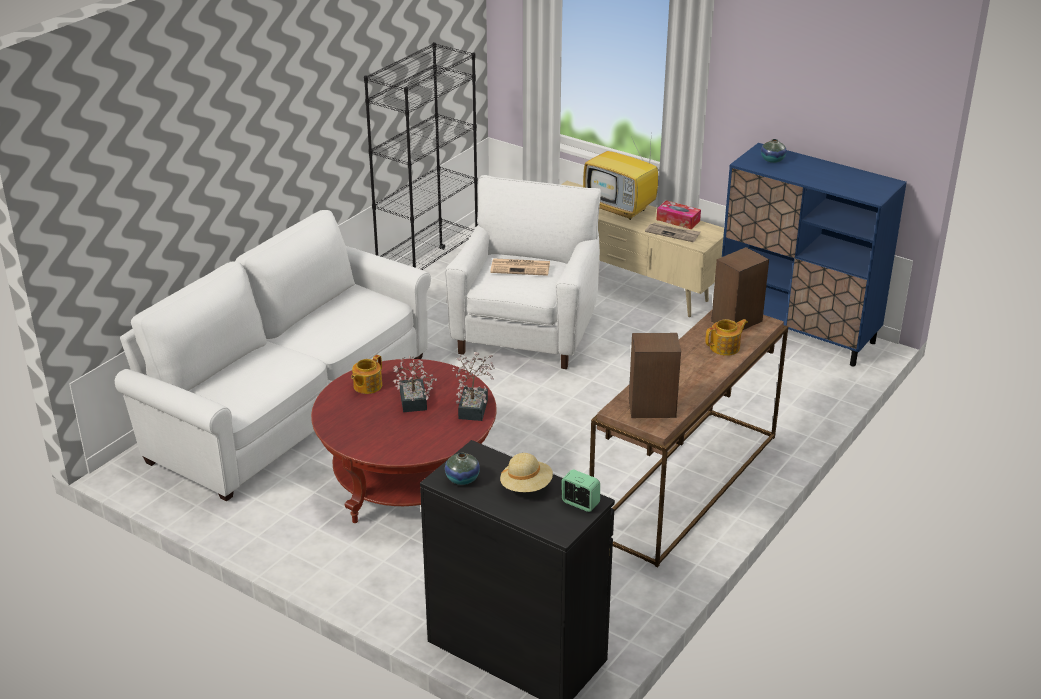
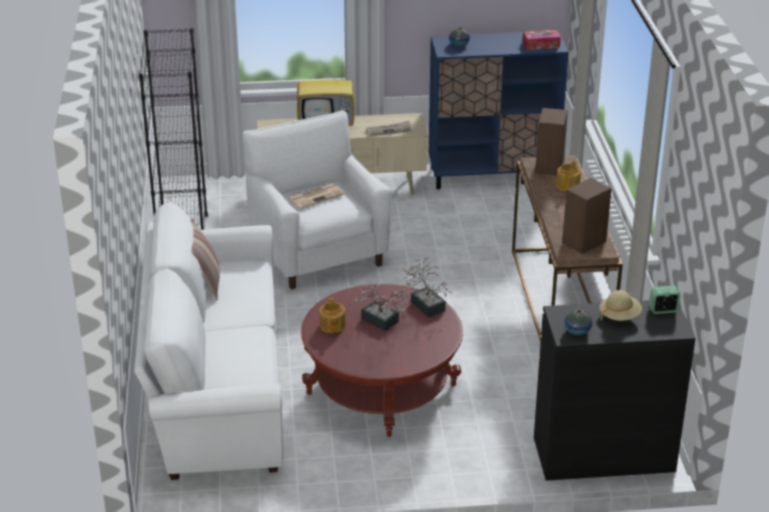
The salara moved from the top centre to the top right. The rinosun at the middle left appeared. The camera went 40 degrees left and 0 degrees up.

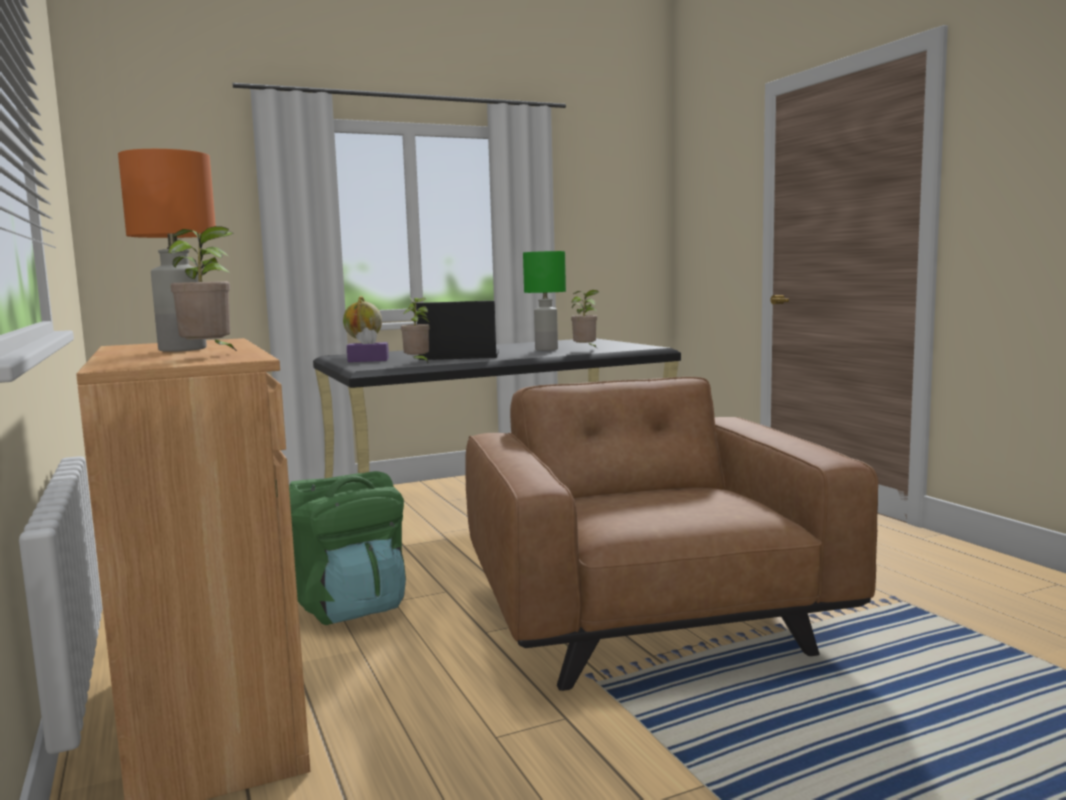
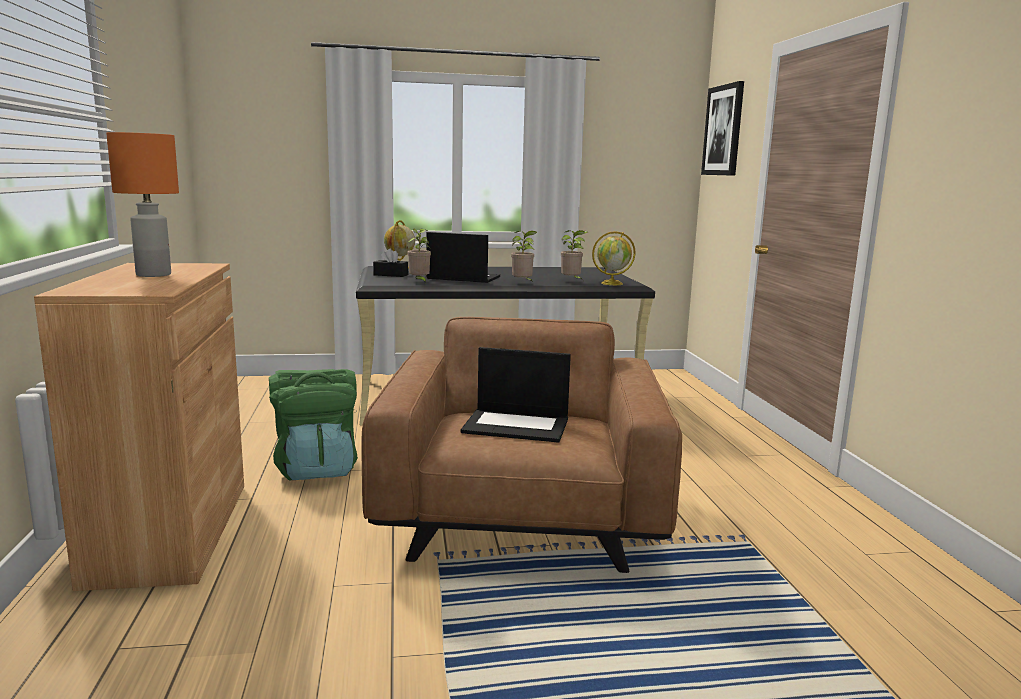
The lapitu (no. 1 from left in the first image) moved from the middle left to the centre. The purple_salara at the centre became the black_salara at the centre. The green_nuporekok at the centre disappeared. The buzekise (no. 2 from left) at the centre appeared. The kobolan (no. 2 from left) at the centre appeared. The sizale at the top right appeared. The camera went 15 degrees right and 5 degrees up.

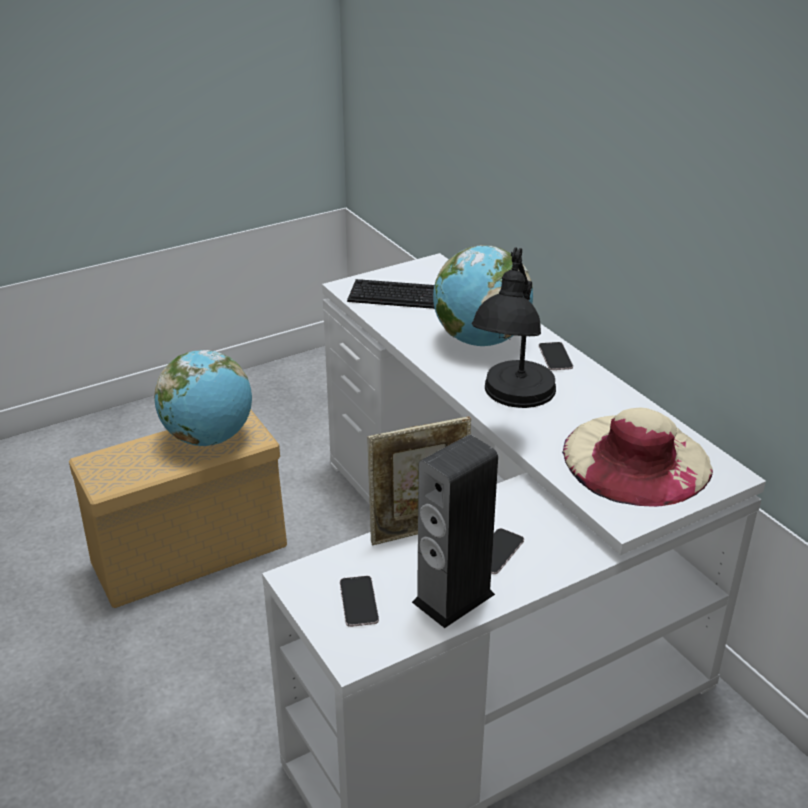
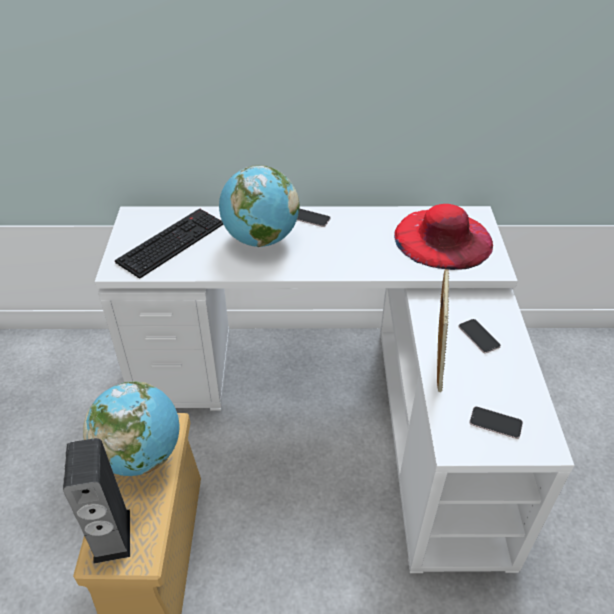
The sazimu moved from the centre to the bottom left. The black_nuporekok at the centre disappeared. The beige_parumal at the middle right became the red_parumal at the middle right. The camera went 60 degrees left and 10 degrees up.

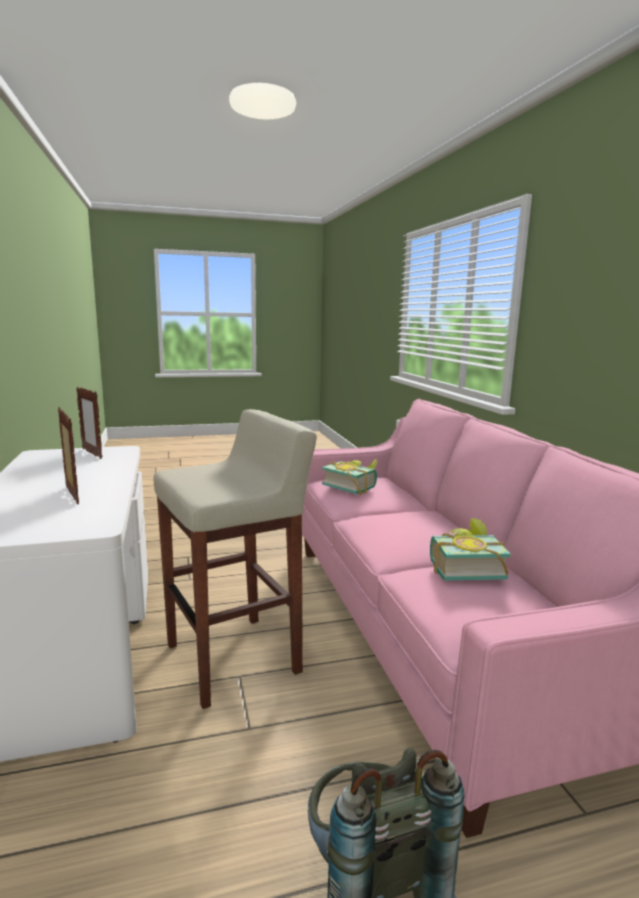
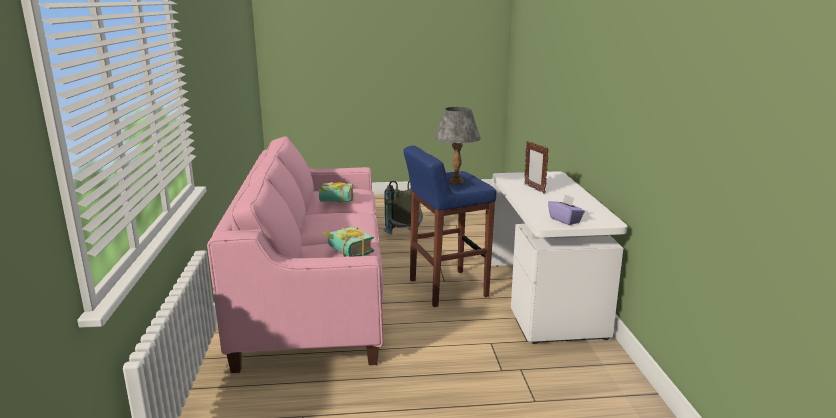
The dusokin (no. 2 from left) at the middle left was replaced by the purple_salara at the middle right. The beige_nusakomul at the centre became the blue_nusakomul at the centre. The grey_nuporekok at the centre appeared. The camera went 170 degrees left and 5 degrees up.

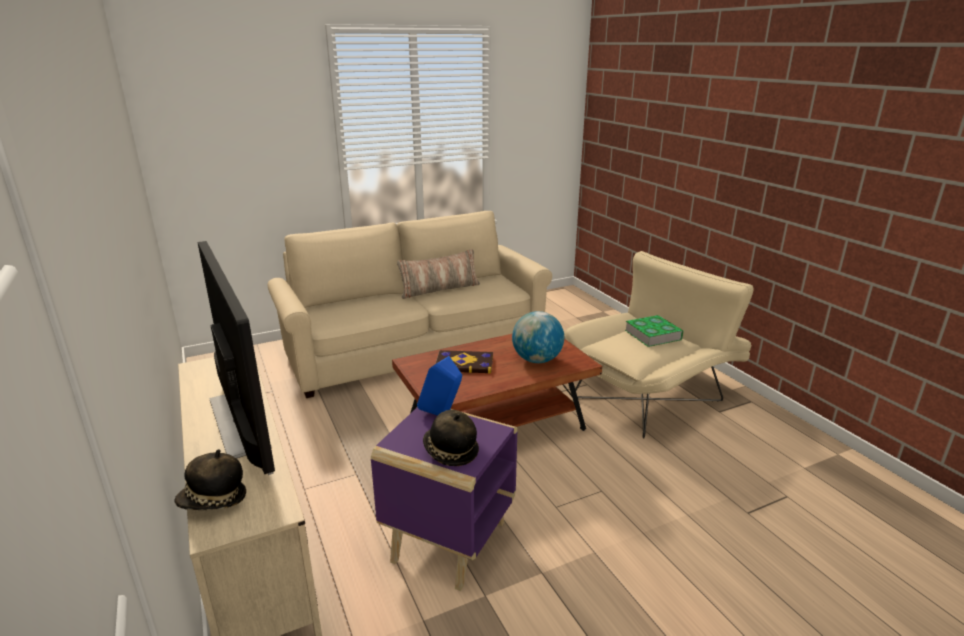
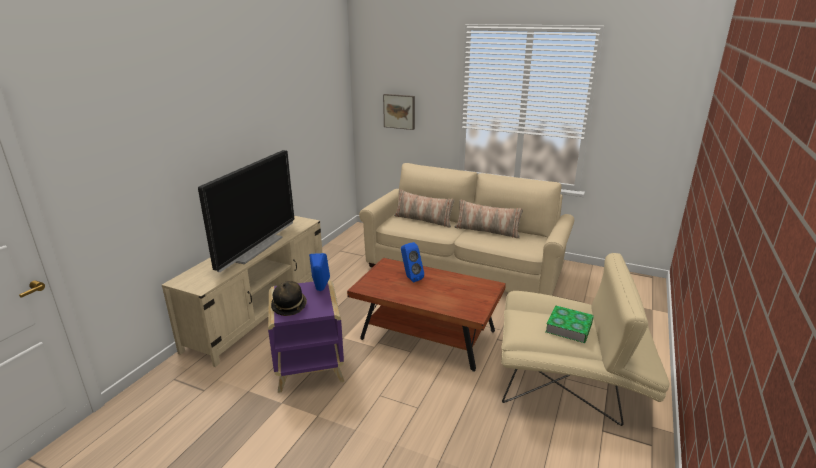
The parumal (no. 1 from left) at the bottom left disappeared. The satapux (no. 1 from left) at the centre was replaced by the blue_sazimu (no. 2 from left) at the centre. The kobolan at the centre disappeared. The sizale at the top centre appeared. The rinosun (no. 1 from left) at the centre appeared. The camera went 50 degrees right and 0 degrees up.

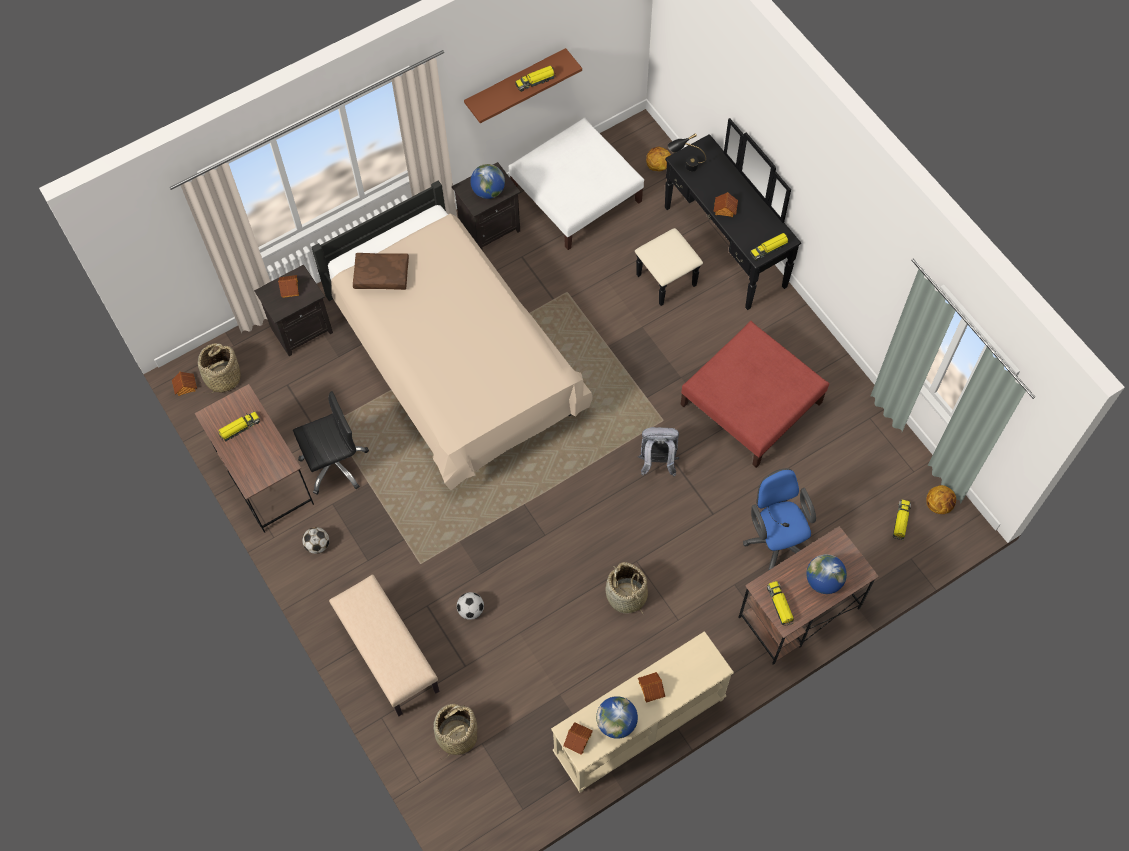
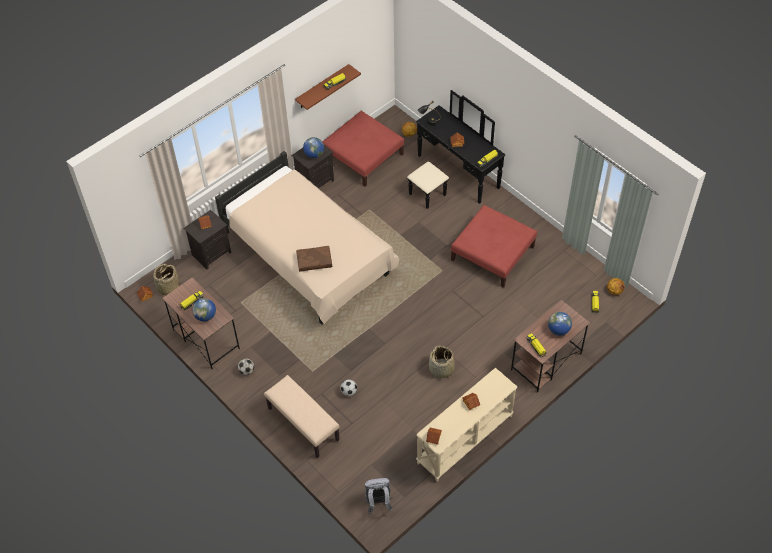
The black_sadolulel at the middle left disappeared. The brown_rinosun moved from the top centre to the centre. The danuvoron (no. 2 from left) at the bottom centre disappeared. The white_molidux at the top centre became the red_molidux (no. 1 from left) at the top centre. The kobolan (no. 2 from left in the first image) moved from the bottom centre to the middle left. The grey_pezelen moved from the centre to the bottom centre. The blue_sadolulel at the middle right disappeared. The camera went 10 degrees left and 10 degrees down.

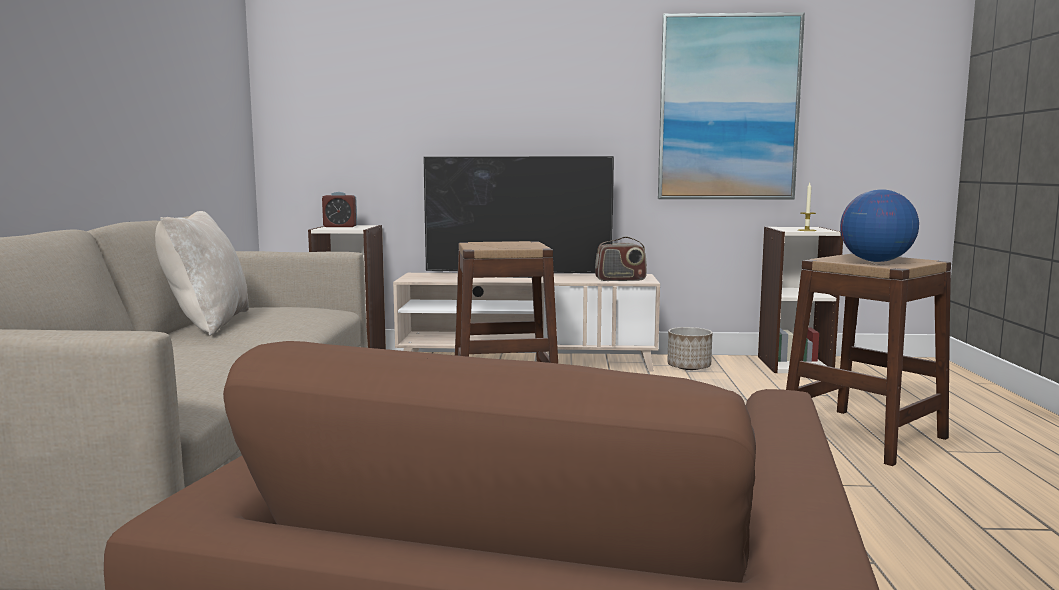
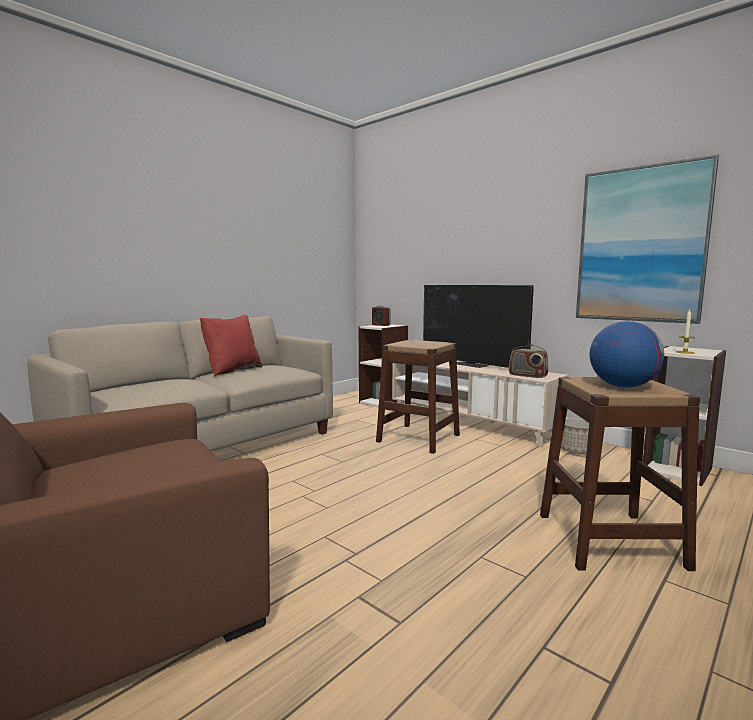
The beige_rinosun at the middle left became the red_rinosun at the middle left. The camera went 40 degrees right and 0 degrees up.

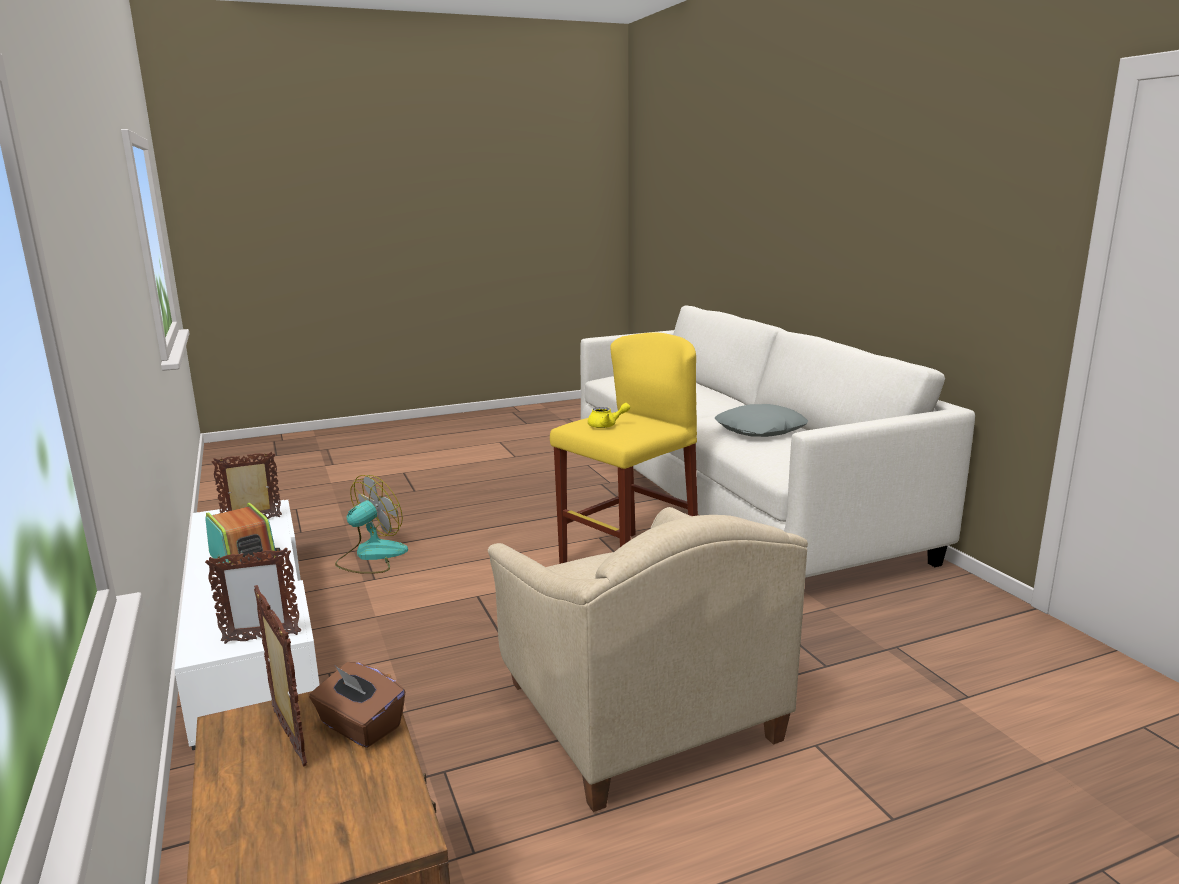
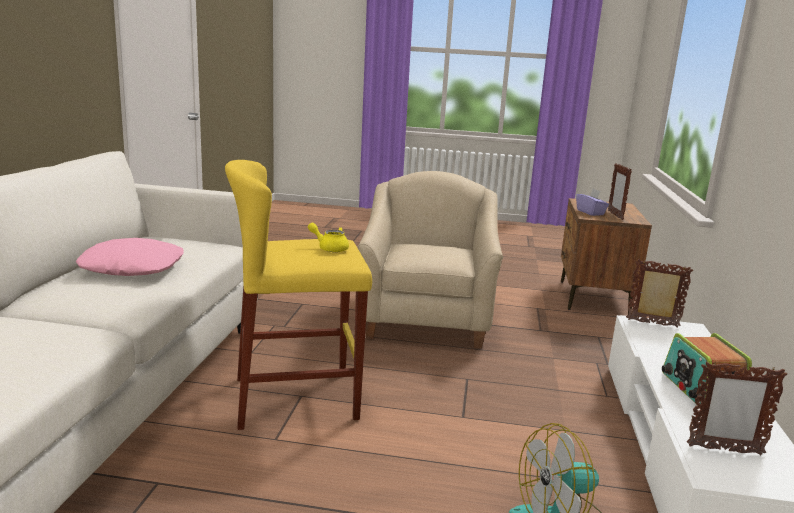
The brown_salara at the bottom left became the purple_salara at the middle right. The grey_rinosun at the centre became the pink_rinosun at the middle left. The camera went 150 degrees left and 0 degrees up.

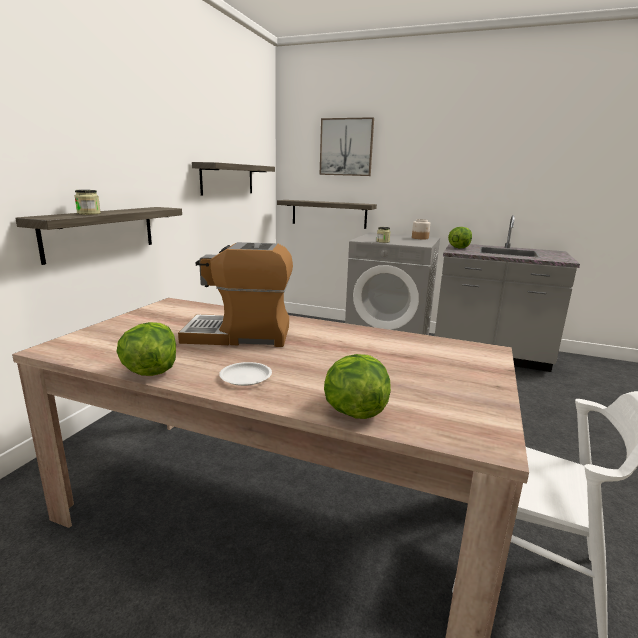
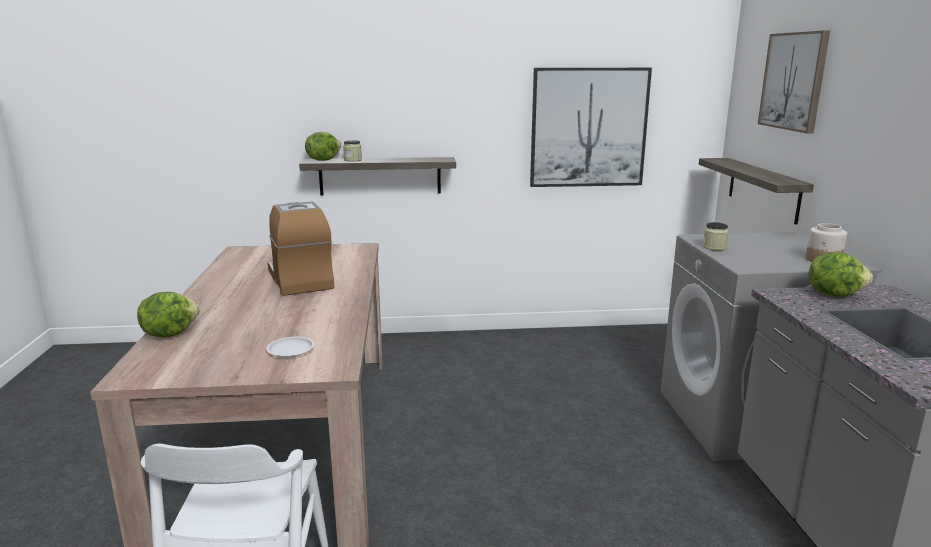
The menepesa (no. 1 from left in the first image) moved from the middle left to the top centre. The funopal (no. 2 from left) at the top centre was replaced by the sizale (no. 1 from left) at the top centre. The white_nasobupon moved from the centre to the middle left. The camera went 65 degrees right and 0 degrees up.

